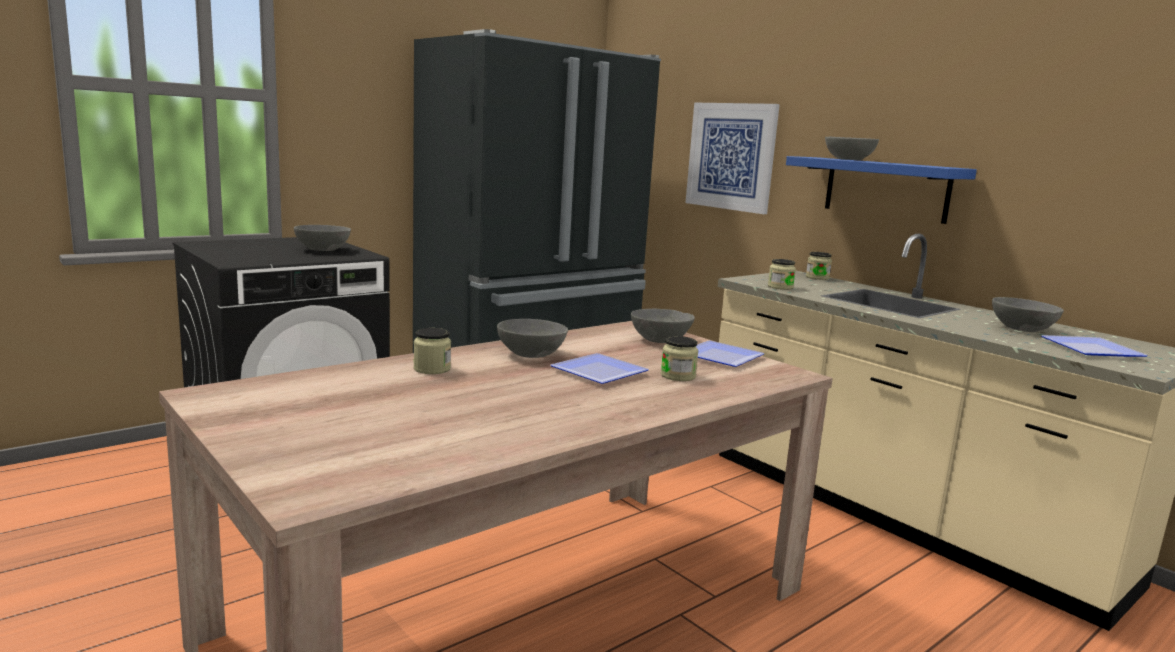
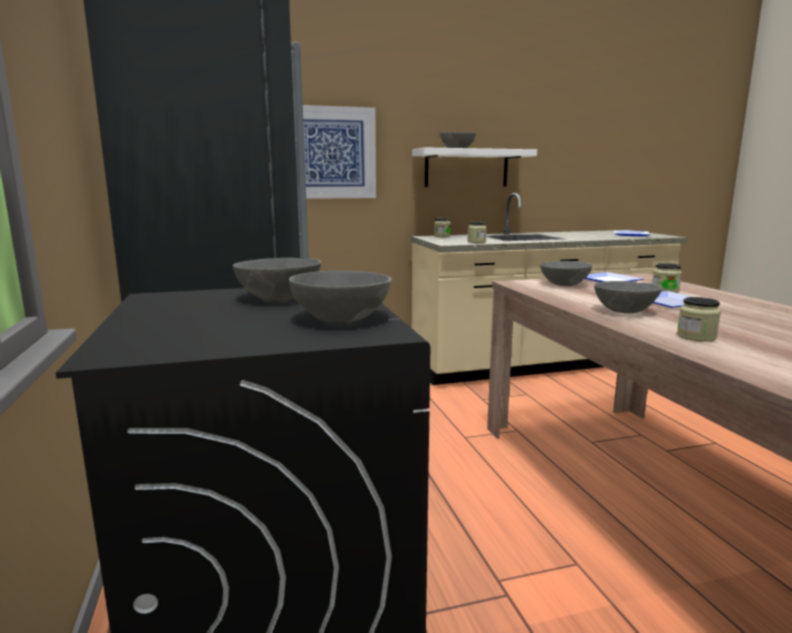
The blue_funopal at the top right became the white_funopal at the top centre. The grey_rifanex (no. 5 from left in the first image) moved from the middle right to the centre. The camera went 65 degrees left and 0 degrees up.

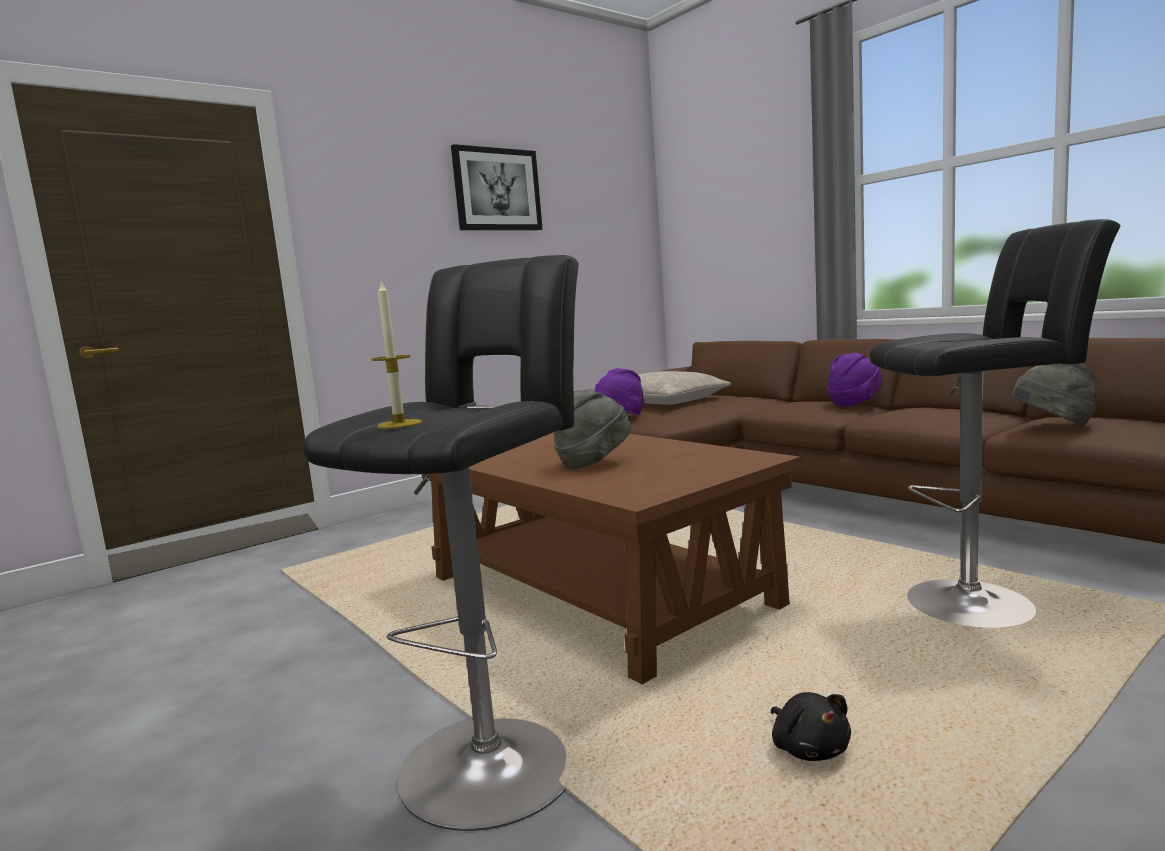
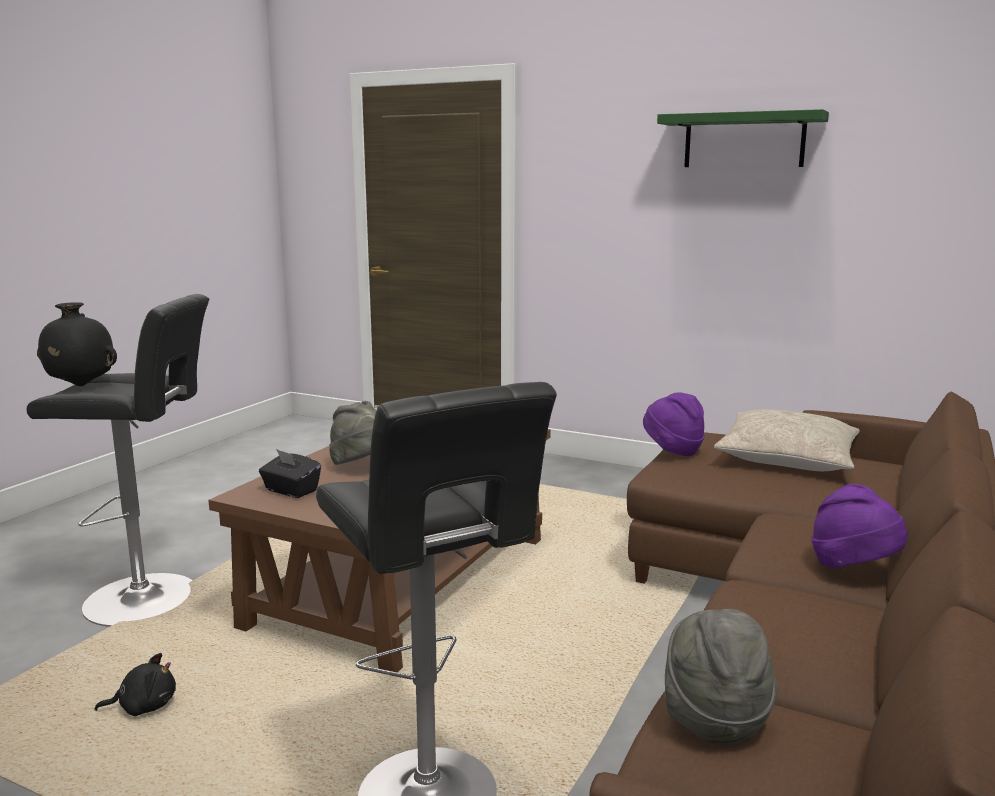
The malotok at the centre was replaced by the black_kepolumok at the middle left. The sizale at the top centre was replaced by the green_funopal at the top right. The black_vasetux at the bottom right turned 150 degrees counterclockwise. The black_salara at the middle left appeared. The camera went 65 degrees right and 5 degrees up.

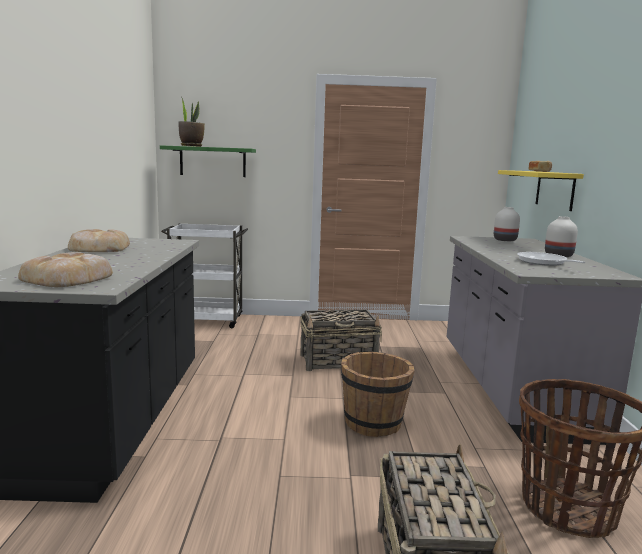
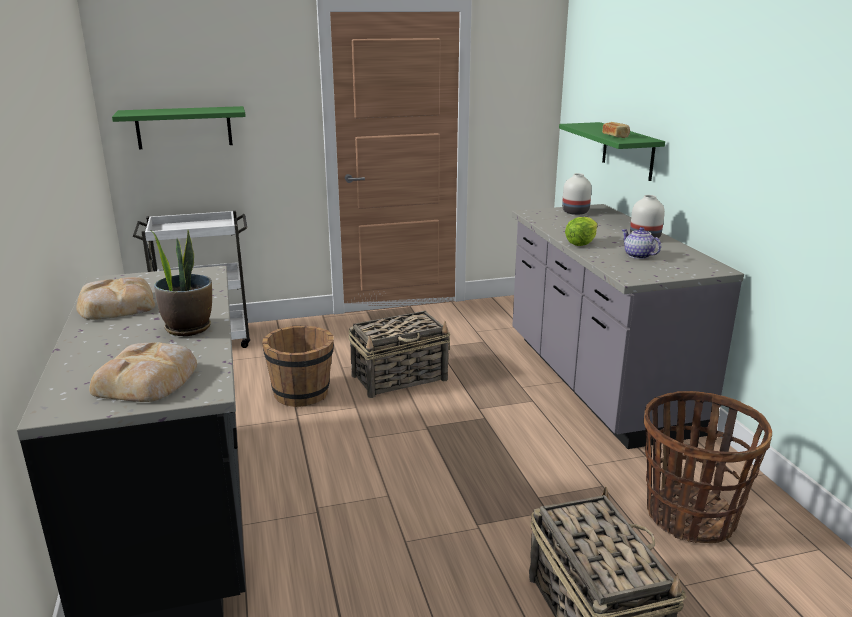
The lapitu moved from the top left to the middle left. The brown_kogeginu moved from the bottom centre to the centre. The yellow_funopal at the middle right became the green_funopal (no. 2 from left) at the top right. The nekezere at the middle right was replaced by the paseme at the middle right. The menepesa at the middle right appeared. The camera went 15 degrees left and 10 degrees up.

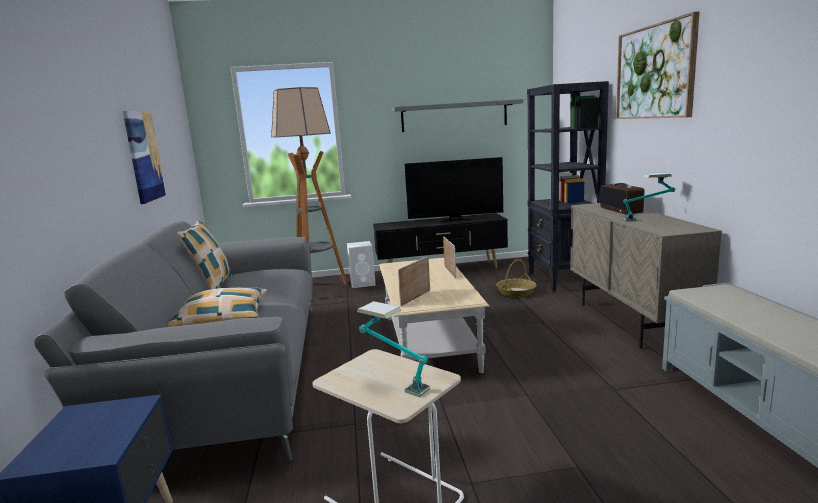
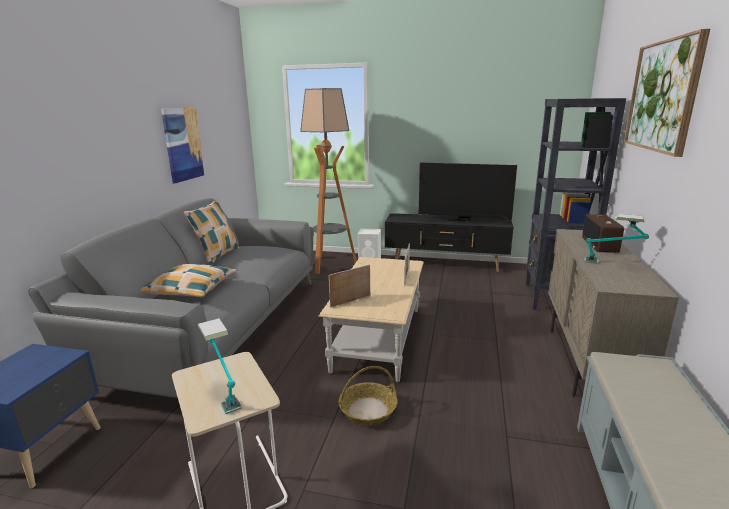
The grey_funopal at the top centre disappeared. The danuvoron moved from the centre to the bottom centre. The camera went 20 degrees right and 5 degrees up.

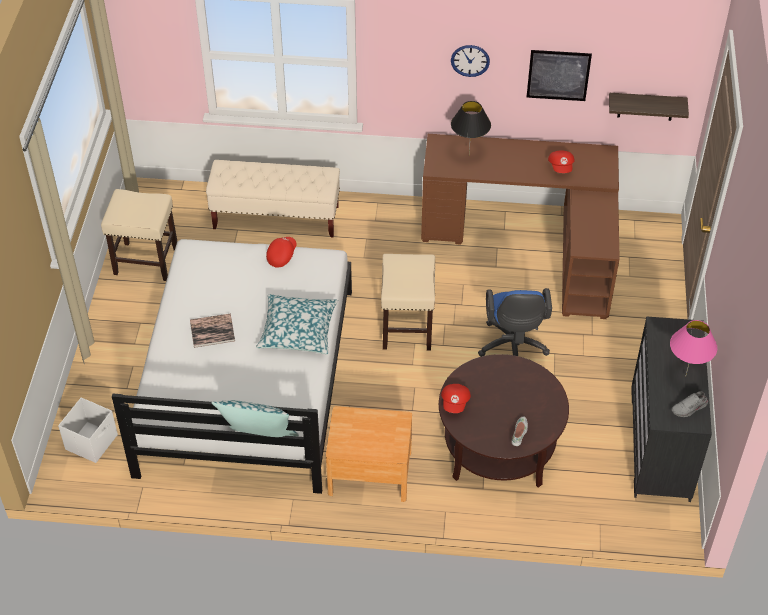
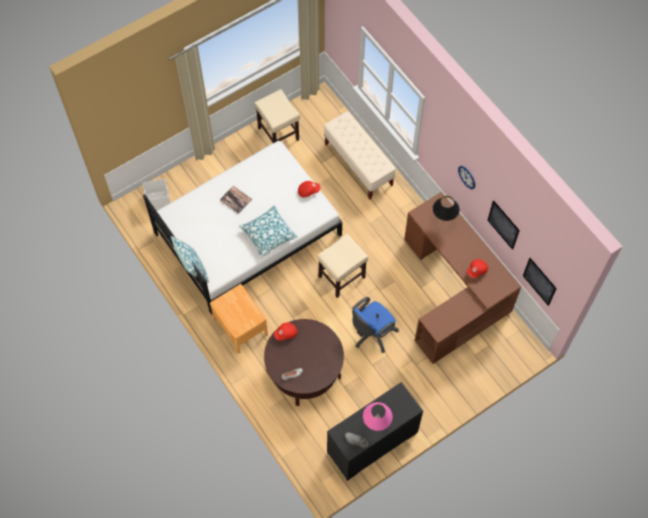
The funopal at the top right was replaced by the sizale (no. 2 from left) at the middle right. The camera went 50 degrees right and 15 degrees up.

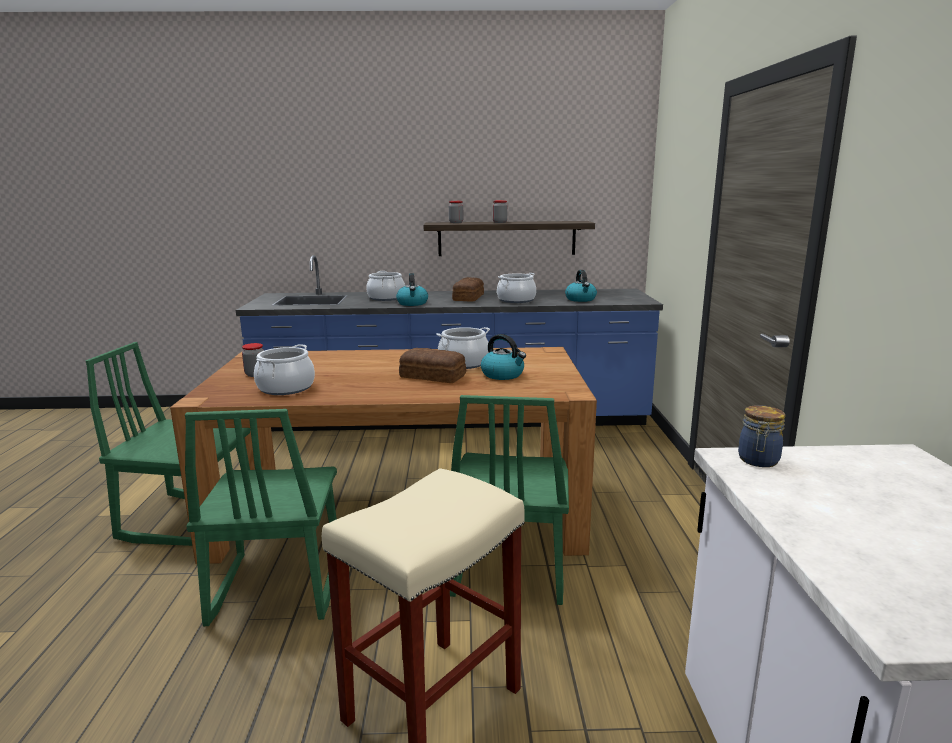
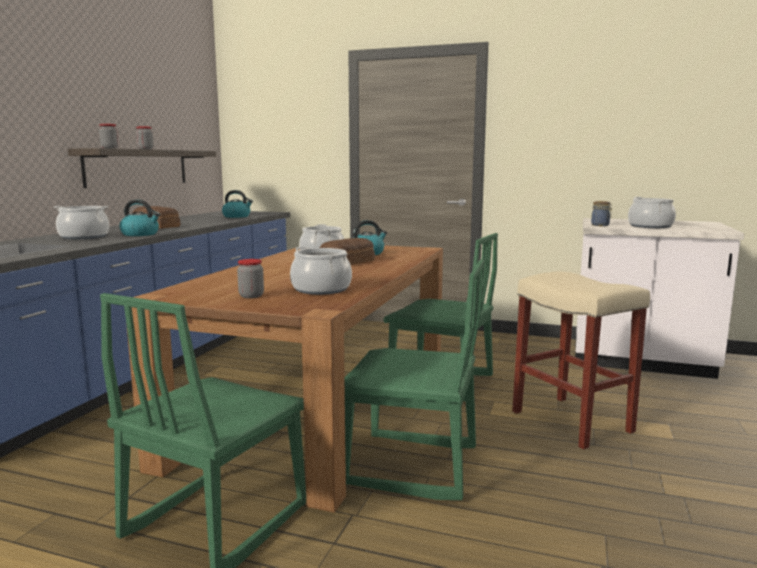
The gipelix (no. 4 from left) moved from the centre to the middle right. The camera went 70 degrees left and 5 degrees down.

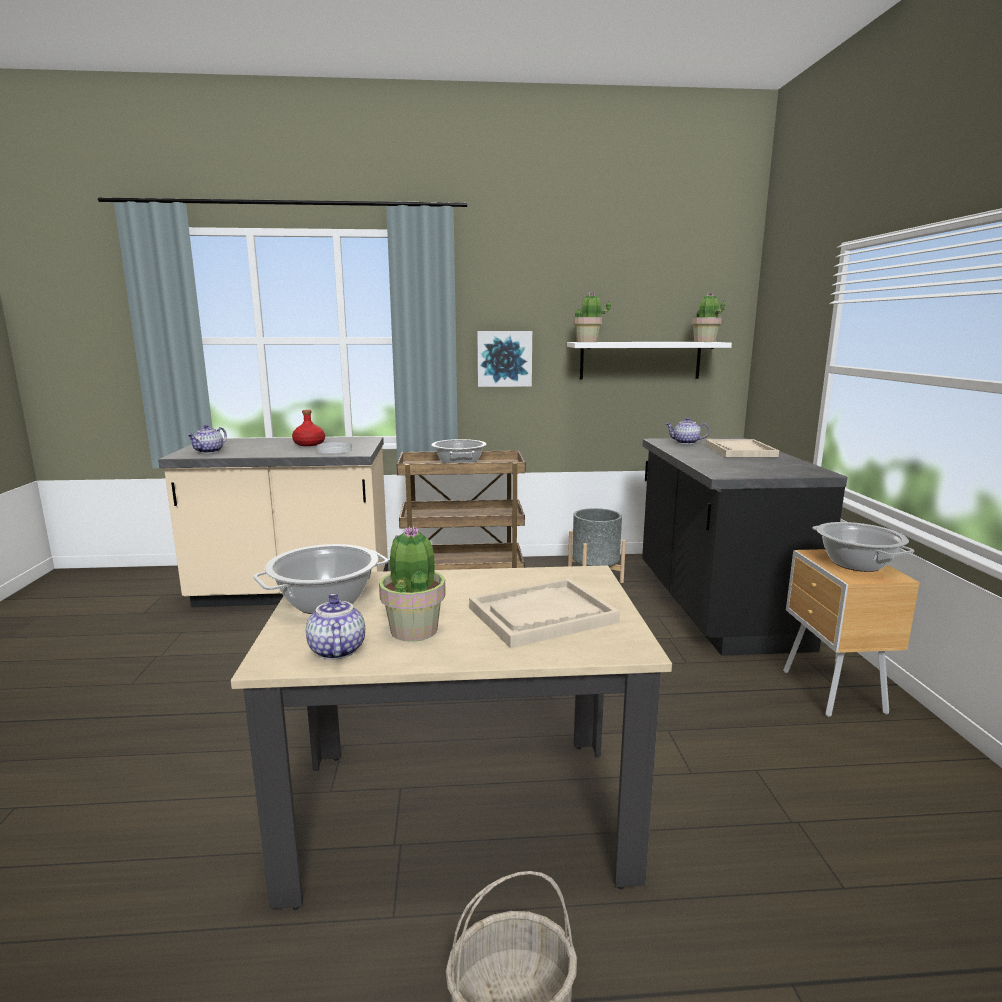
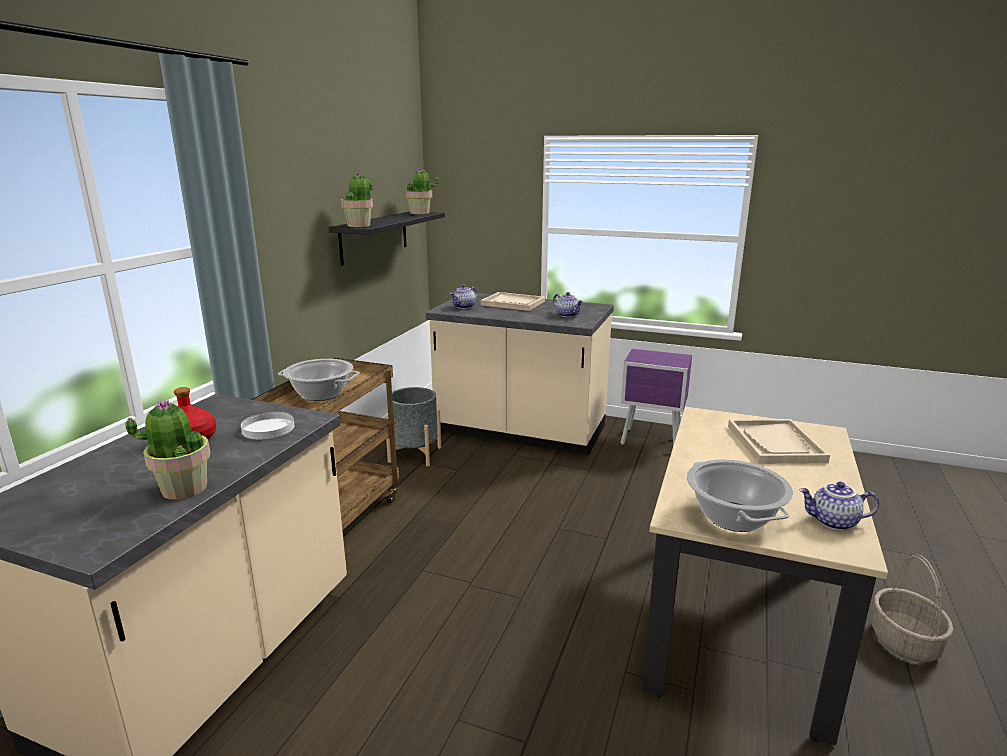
The paseme (no. 1 from left in the first image) moved from the middle left to the centre. The lapitu (no. 1 from left) moved from the centre to the middle left. The sizale at the centre disappeared. The white_funopal at the centre became the black_funopal at the top centre. The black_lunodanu at the middle right became the beige_lunodanu (no. 2 from left) at the centre. The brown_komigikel at the middle right became the purple_komigikel at the centre. The gipelix (no. 3 from left) at the middle right disappeared. The camera went 65 degrees left and 5 degrees up.

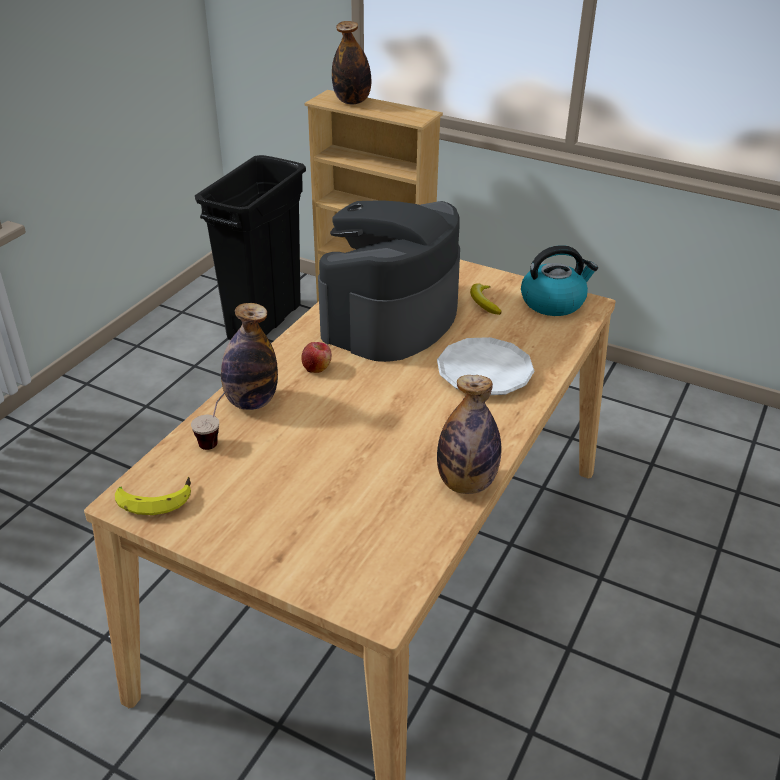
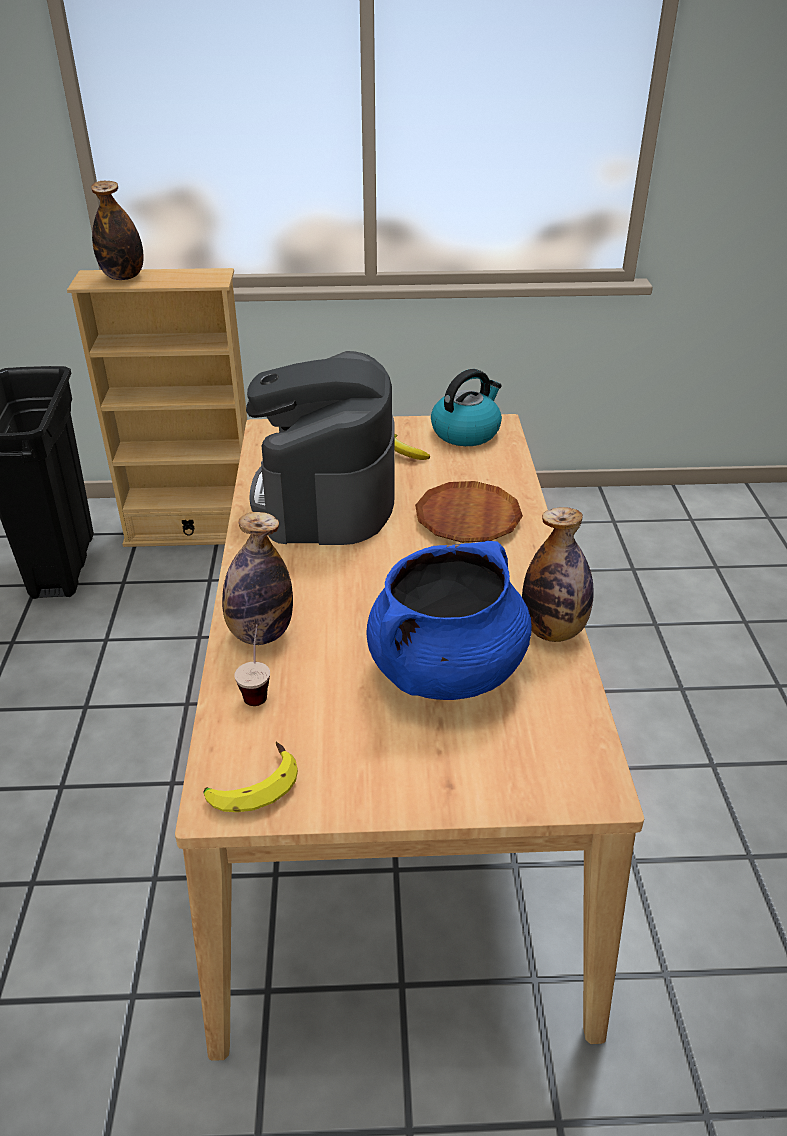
The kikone at the centre disappeared. The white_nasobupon at the centre became the brown_nasobupon at the centre. The blue_gipelix at the centre appeared. The camera went 30 degrees left and 0 degrees up.

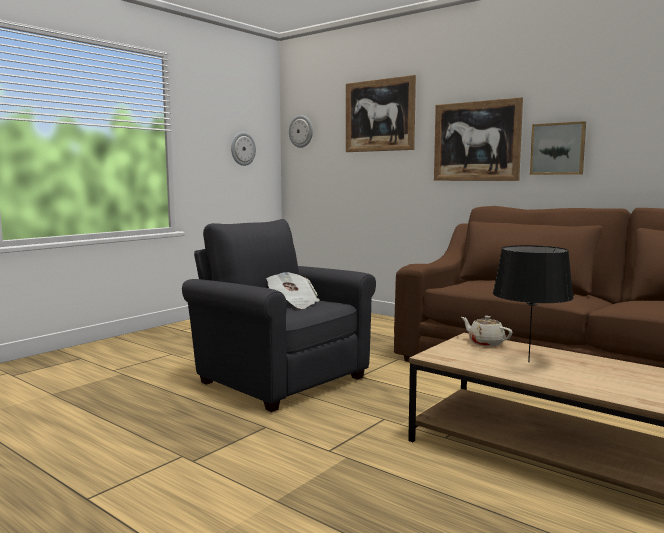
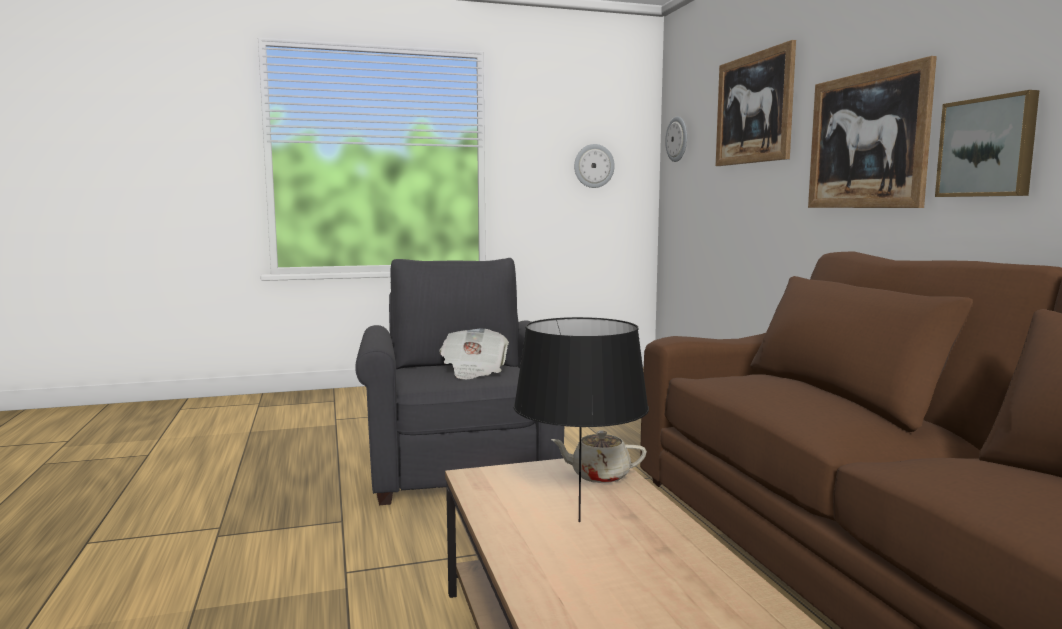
The beige_paseme at the middle right turned 75 degrees counterclockwise. The camera went 35 degrees right and 0 degrees up.

